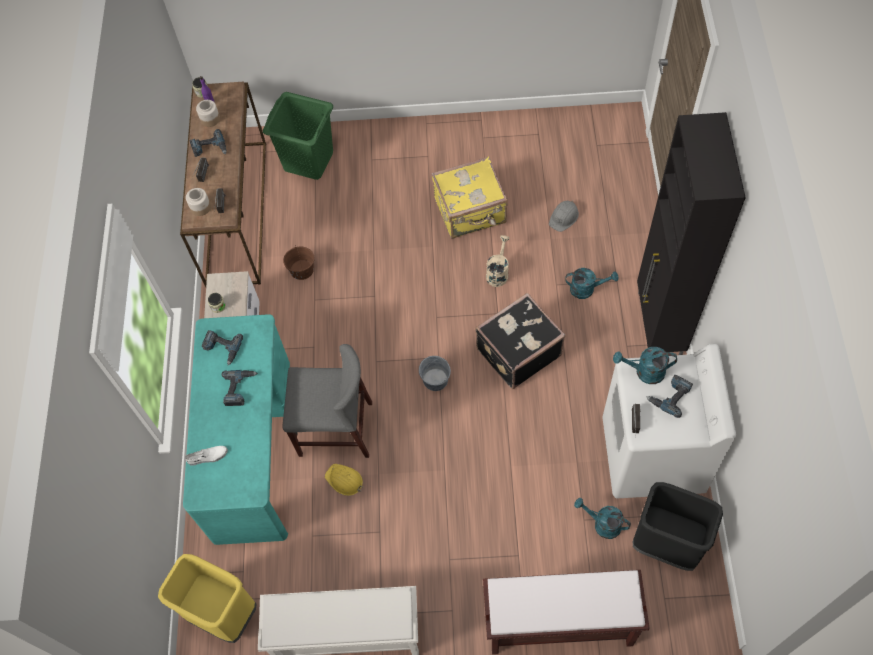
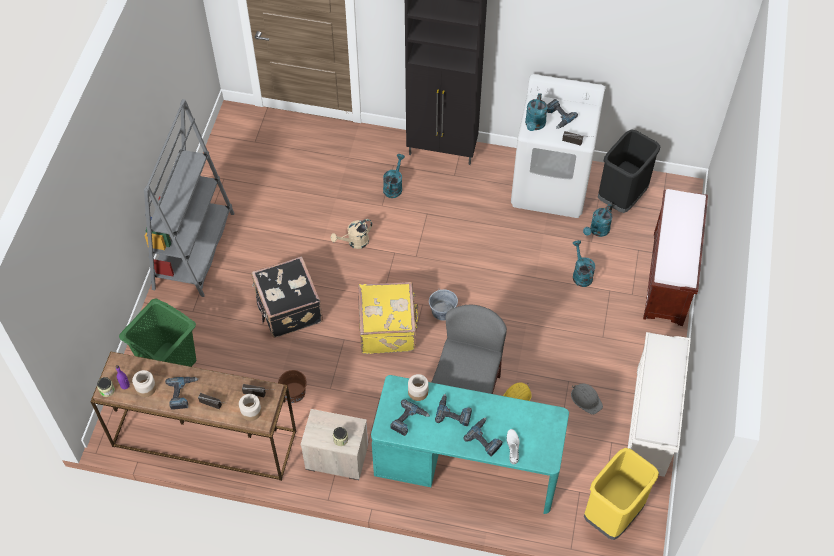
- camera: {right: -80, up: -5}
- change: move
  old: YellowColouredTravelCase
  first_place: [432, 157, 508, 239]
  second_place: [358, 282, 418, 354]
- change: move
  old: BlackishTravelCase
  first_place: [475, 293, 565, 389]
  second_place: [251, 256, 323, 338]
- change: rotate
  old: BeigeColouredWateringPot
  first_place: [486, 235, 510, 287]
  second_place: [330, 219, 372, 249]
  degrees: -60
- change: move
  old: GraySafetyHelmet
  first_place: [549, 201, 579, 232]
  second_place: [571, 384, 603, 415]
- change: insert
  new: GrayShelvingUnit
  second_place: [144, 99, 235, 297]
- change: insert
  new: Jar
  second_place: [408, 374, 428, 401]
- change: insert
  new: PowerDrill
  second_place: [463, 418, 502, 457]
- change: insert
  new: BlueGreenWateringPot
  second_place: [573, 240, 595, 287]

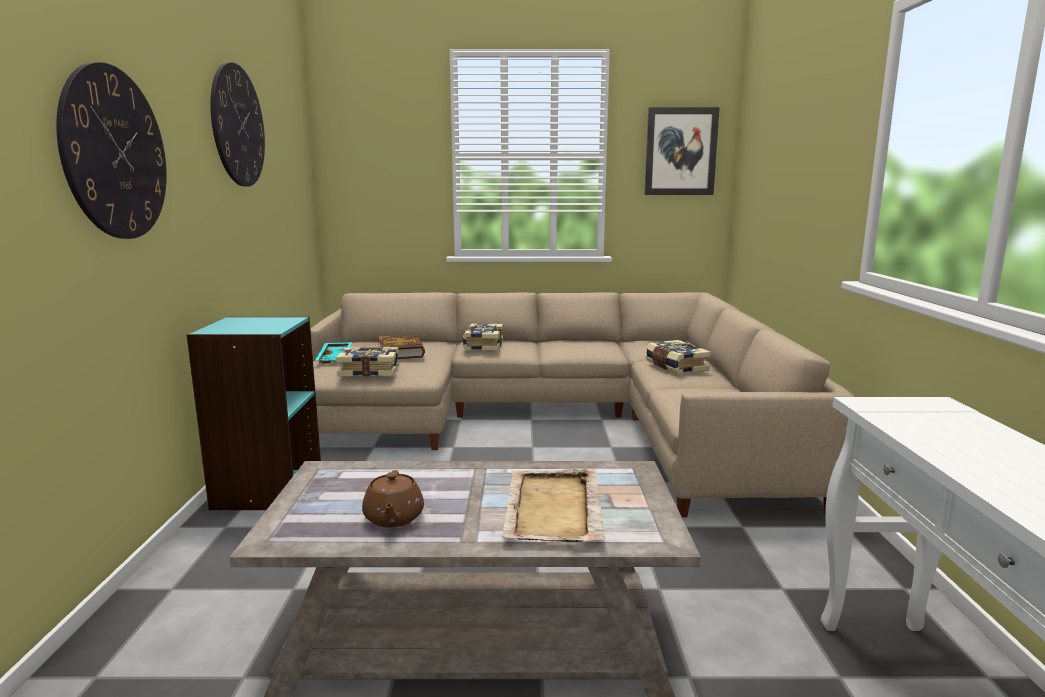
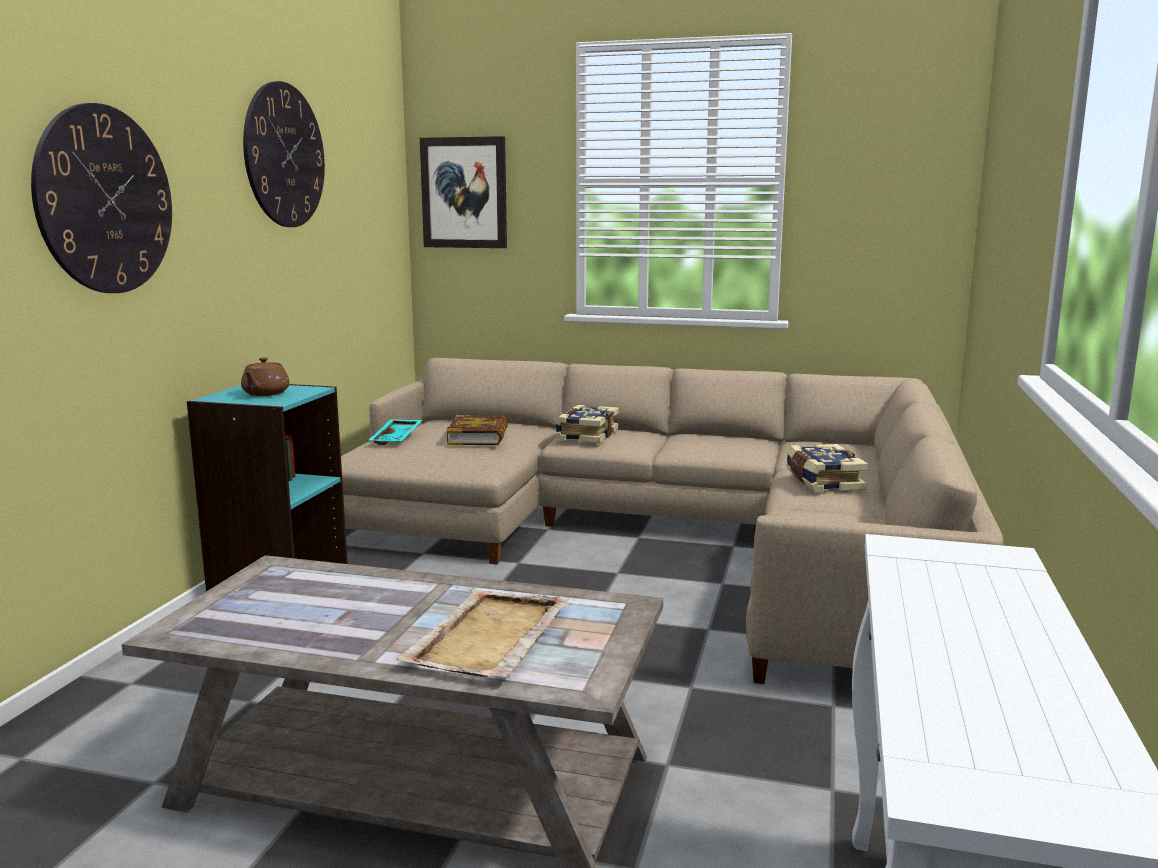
- camera: {right: 15, up: 0}
- change: delete
  old: Volume
  first_place: [336, 347, 399, 377]
- change: move
  old: BrownishTeaPot
  first_place: [362, 470, 424, 527]
  second_place: [241, 357, 290, 396]
- change: move
  old: WallPicture
  first_place: [644, 107, 720, 195]
  second_place: [420, 136, 507, 248]

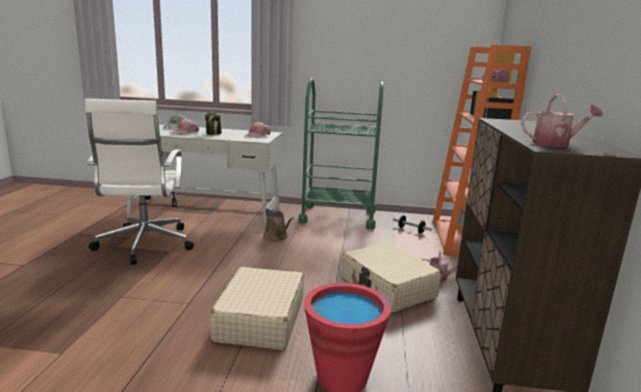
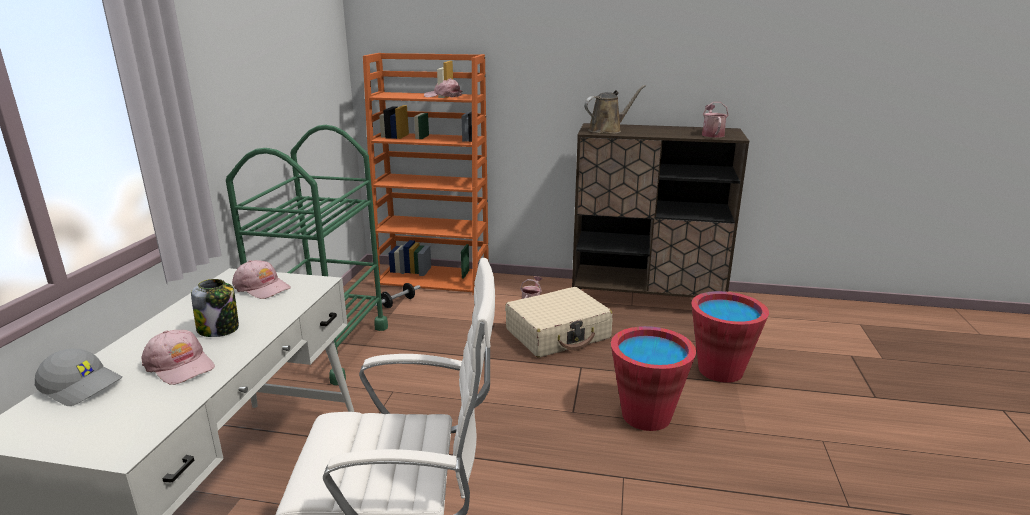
- camera: {right: -85, up: 5}
- change: replace
  old: BeigeColouredTravelCase
  new: RedBucket
  first_place: [210, 267, 304, 350]
  second_place: [611, 326, 696, 431]
- change: move
  old: BrownishWateringPot
  first_place: [263, 208, 294, 241]
  second_place: [584, 85, 646, 134]

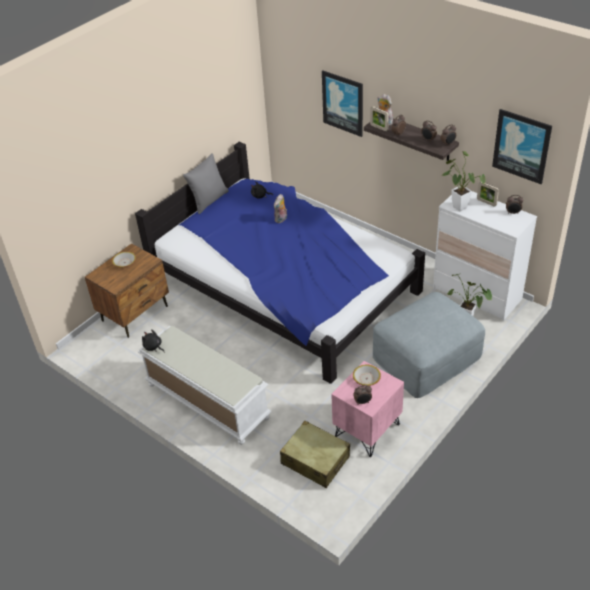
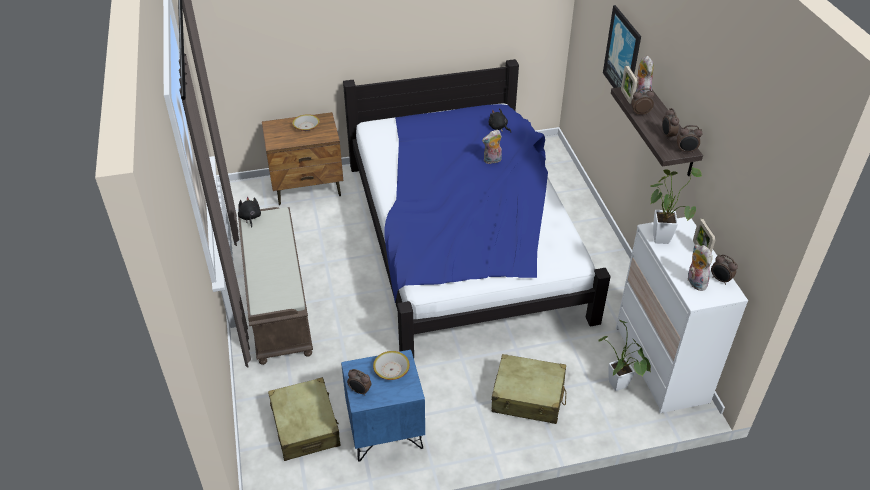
- camera: {right: 35, up: 0}
- change: recolor
  old: WhitishLongSeat
  new: BrownishLongSeat
  first_place: [138, 326, 272, 445]
  second_place: [238, 207, 313, 365]
- change: delete
  old: GrayThrowPillow
  first_place: [183, 153, 229, 214]
- change: recolor
  old: PinkColouredBedsideTable
  new: BlueColouredBedsideTable
  first_place: [331, 361, 404, 457]
  second_place: [341, 350, 425, 461]
- change: replace
  old: GrayFootrest
  new: BeigeColouredTravelCase
  first_place: [373, 292, 485, 398]
  second_place: [492, 354, 566, 424]
- change: delete
  old: WallPicture
  first_place: [492, 109, 552, 184]
- change: insert
  new: CuddlyToy
  second_place: [688, 244, 712, 291]

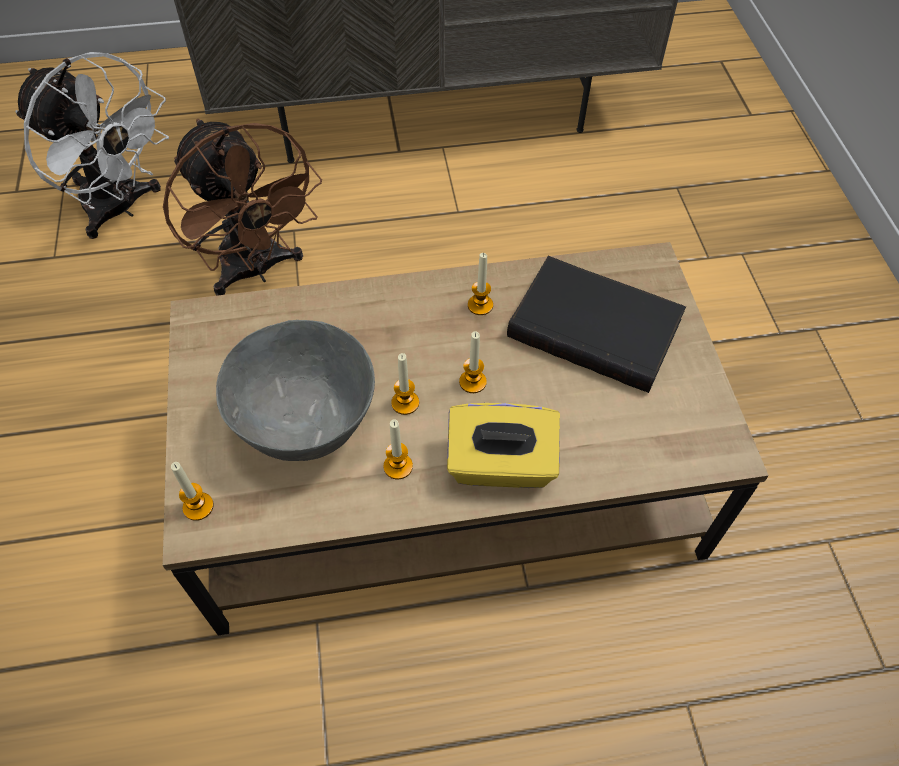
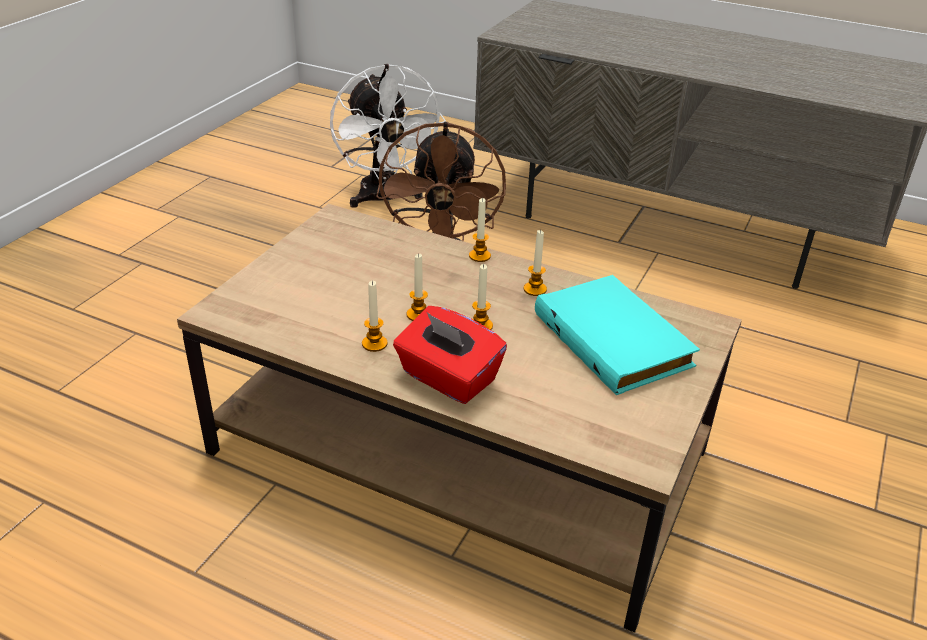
- camera: {right: 35, up: -20}
- change: move
  old: Candle
  first_place: [171, 462, 214, 521]
  second_place: [469, 198, 491, 262]
- change: delete
  old: GrayDeepDish
  first_place: [216, 320, 375, 461]
- change: recolor
  old: YellowColouredTissueHolder
  new: RedTissueHolder
  first_place: [447, 403, 560, 488]
  second_place: [393, 306, 507, 404]
- change: recolor
  old: BlackishVolume
  new: BlueGreenVolume
  first_place: [507, 256, 686, 393]
  second_place: [535, 275, 700, 395]

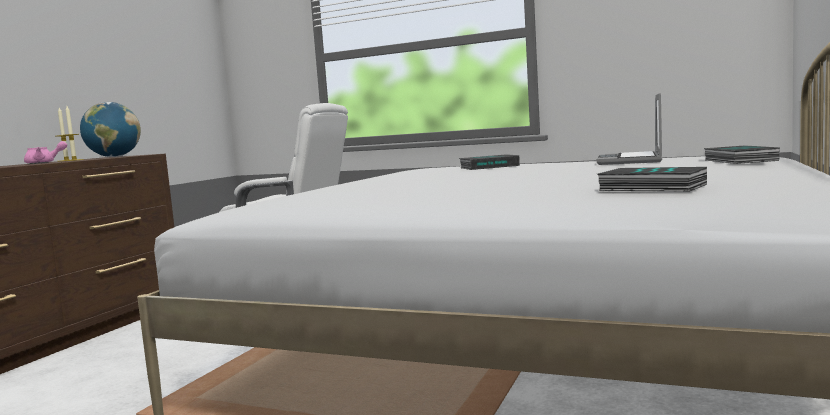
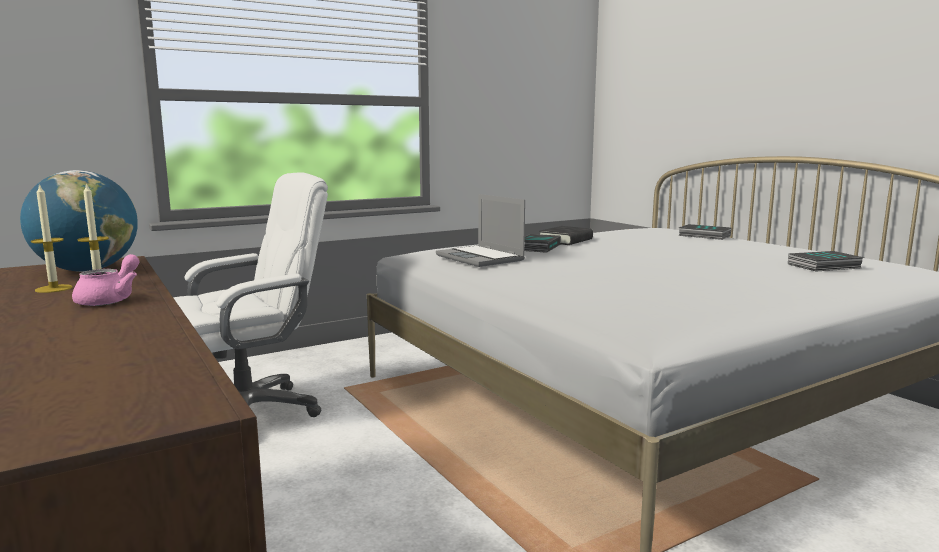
- camera: {right: -55, up: 5}
- change: move
  old: NotebookComputer
  first_place: [596, 93, 662, 165]
  second_place: [436, 194, 525, 267]
- change: insert
  new: BlackishVolume
  second_place: [539, 226, 593, 245]

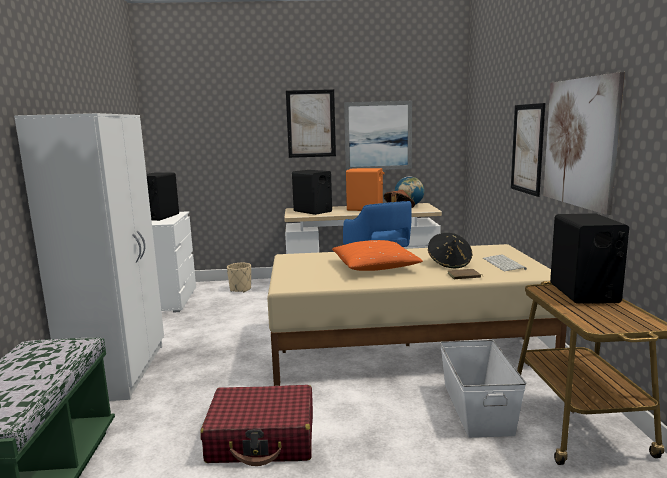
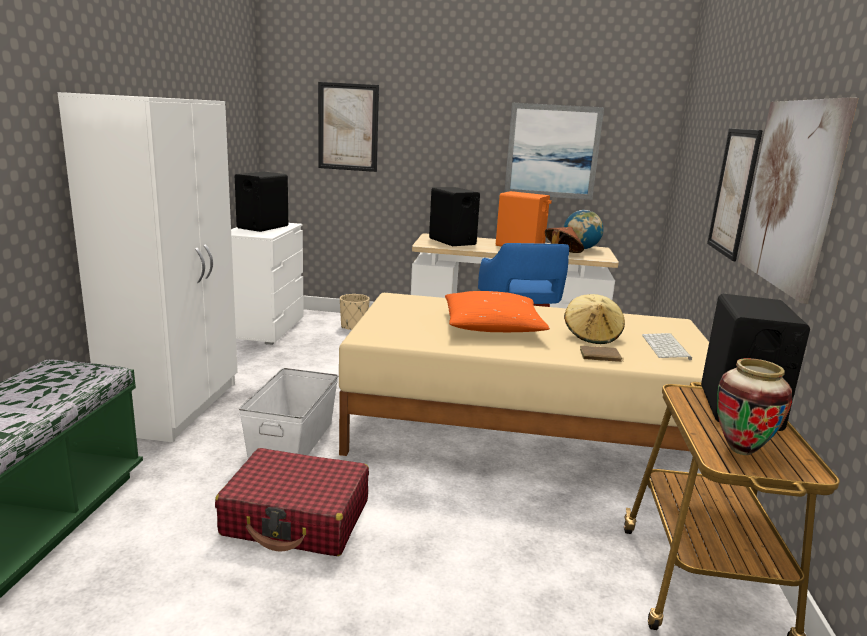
- camera: {right: 10, up: 5}
- change: move
  old: WallPicture
  first_place: [286, 89, 336, 158]
  second_place: [318, 82, 379, 172]
- change: recolor
  old: BlackishHat
  new: BeigeColouredHat
  first_place: [428, 233, 472, 268]
  second_place: [564, 294, 625, 344]
- change: move
  old: WhitishStorageBin
  first_place: [440, 340, 526, 438]
  second_place: [239, 368, 338, 459]
- change: insert
  new: FlowerVase
  second_place: [717, 358, 792, 455]

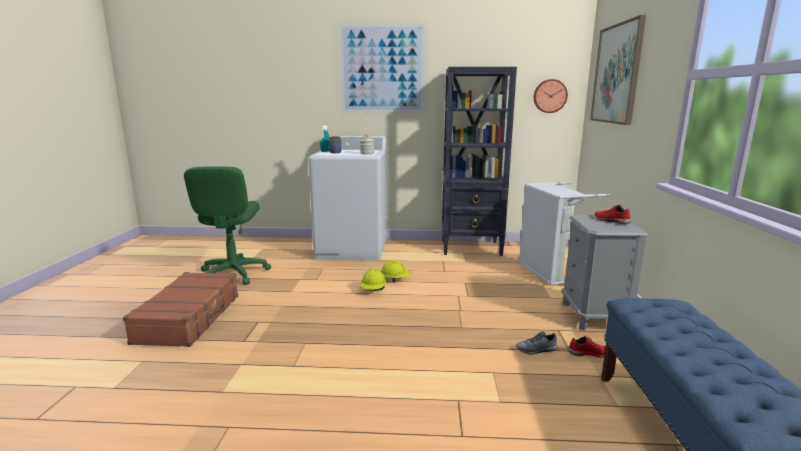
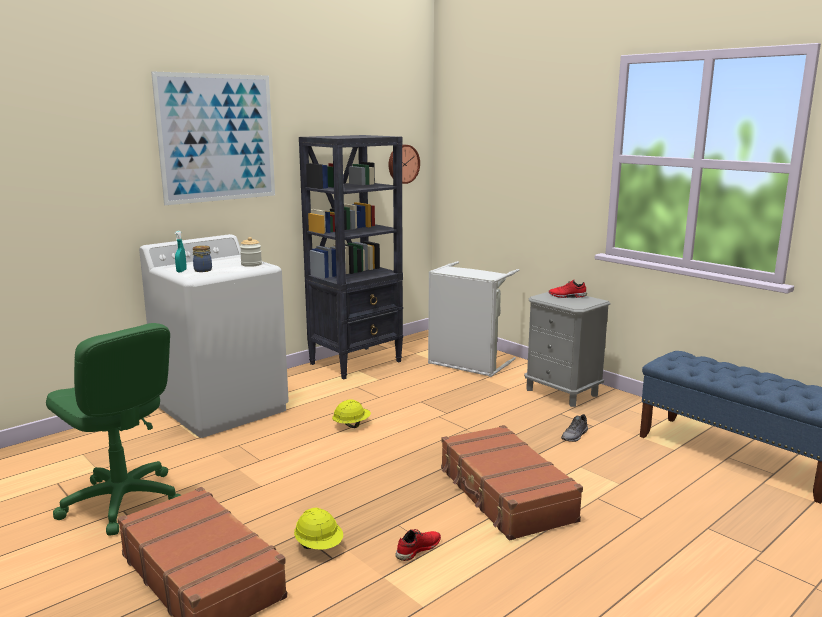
- camera: {right: -45, up: 0}
- change: move
  old: YellowColouredSafetyHelmet
  first_place: [360, 269, 387, 291]
  second_place: [294, 508, 343, 550]
- change: move
  old: RedLowShoe
  first_place: [568, 335, 606, 358]
  second_place: [395, 529, 441, 561]
- change: delete
  old: WallPicture
  first_place: [590, 15, 646, 125]
- change: insert
  new: BrownishTravelCase
  second_place: [441, 425, 583, 541]

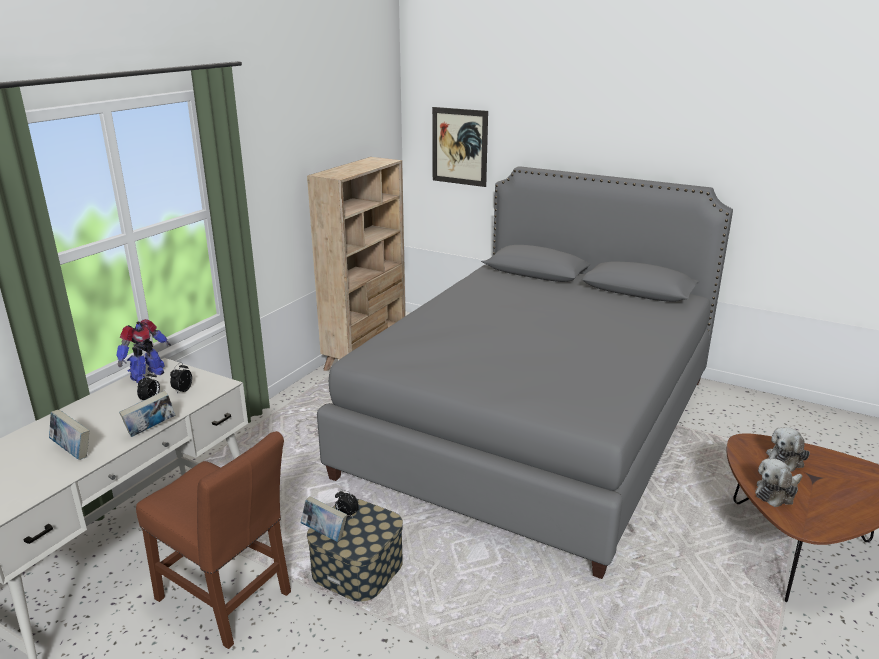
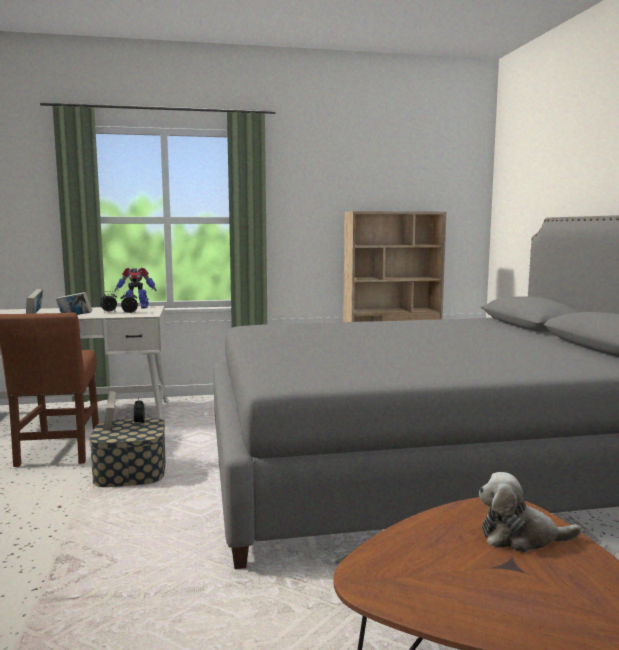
- camera: {right: 50, up: -15}
- change: delete
  old: WallPicture
  first_place: [432, 107, 488, 187]
- change: delete
  old: CuddlyToy
  first_place: [755, 458, 803, 507]

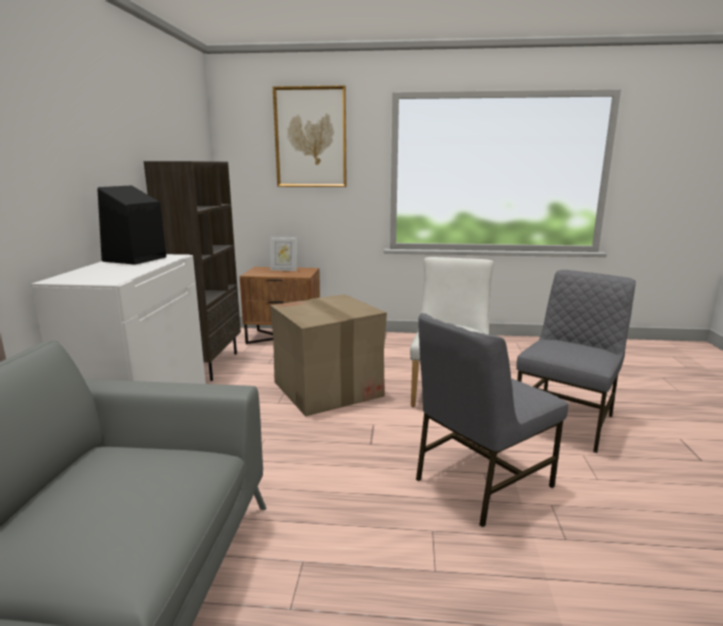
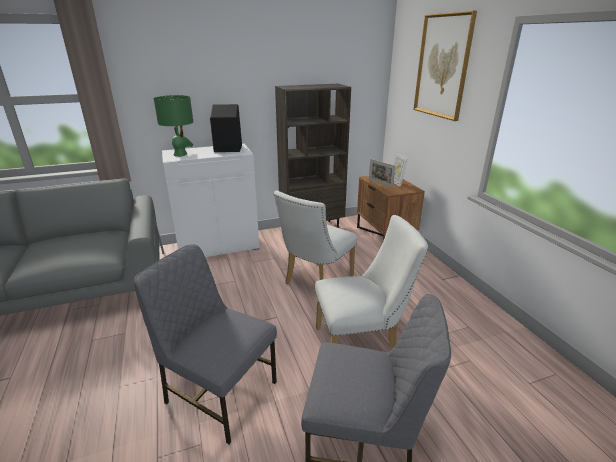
- camera: {right: 65, up: 10}
- change: replace
  old: CardboardBox
  new: WhitishChair
  first_place: [270, 294, 387, 416]
  second_place: [274, 191, 358, 284]
- change: insert
  new: GreenishLampForATable
  second_place: [153, 95, 193, 157]
- change: insert
  new: PhotoFrame
  second_place: [369, 159, 396, 188]

